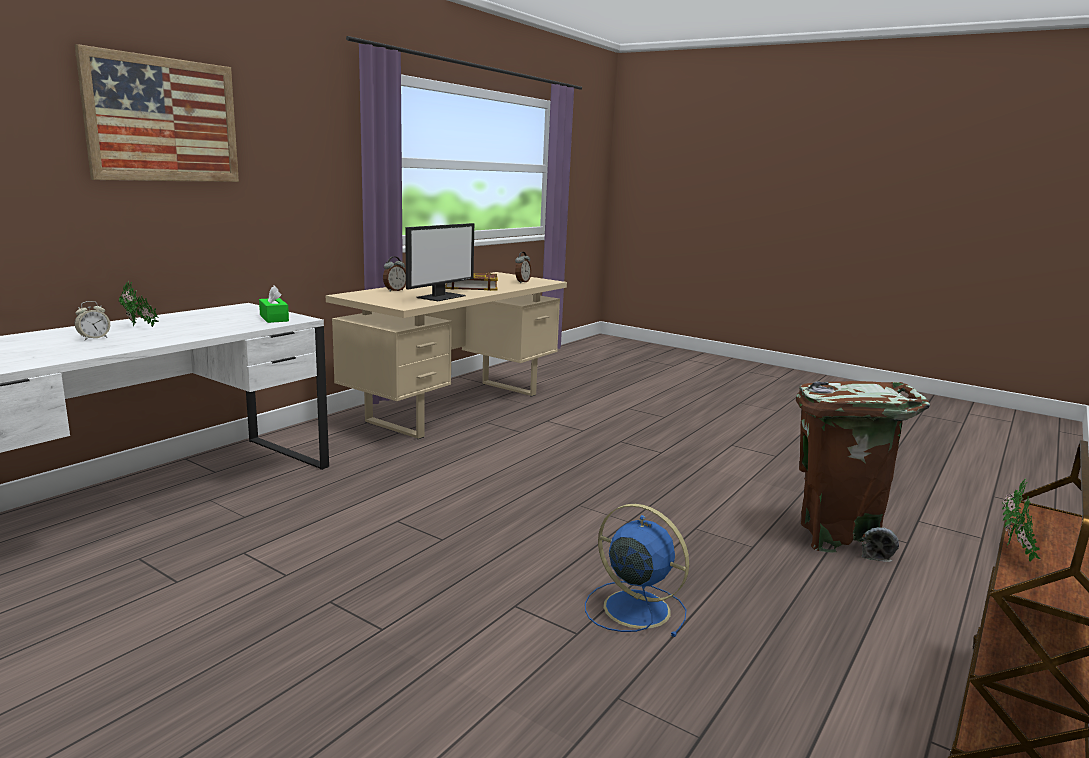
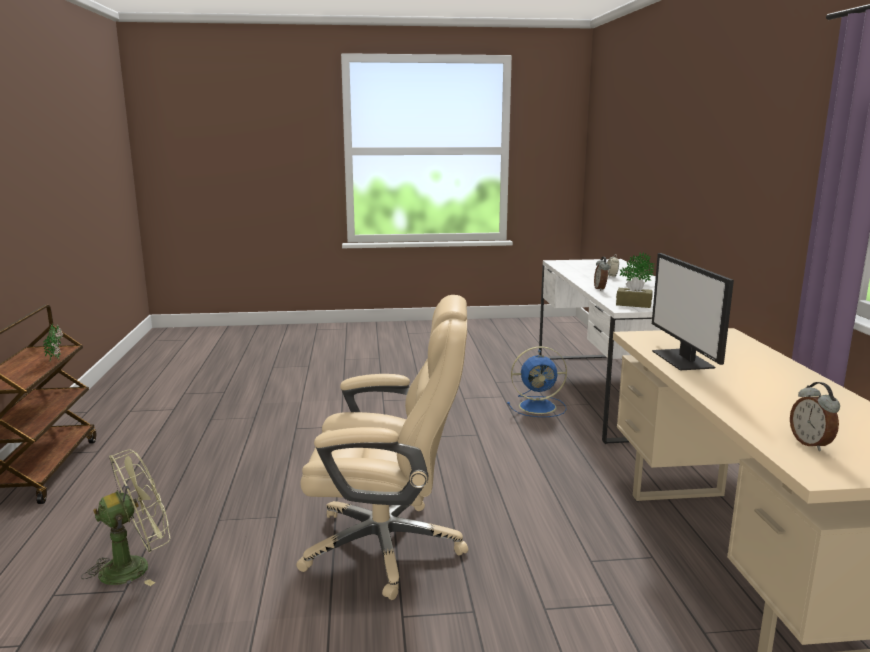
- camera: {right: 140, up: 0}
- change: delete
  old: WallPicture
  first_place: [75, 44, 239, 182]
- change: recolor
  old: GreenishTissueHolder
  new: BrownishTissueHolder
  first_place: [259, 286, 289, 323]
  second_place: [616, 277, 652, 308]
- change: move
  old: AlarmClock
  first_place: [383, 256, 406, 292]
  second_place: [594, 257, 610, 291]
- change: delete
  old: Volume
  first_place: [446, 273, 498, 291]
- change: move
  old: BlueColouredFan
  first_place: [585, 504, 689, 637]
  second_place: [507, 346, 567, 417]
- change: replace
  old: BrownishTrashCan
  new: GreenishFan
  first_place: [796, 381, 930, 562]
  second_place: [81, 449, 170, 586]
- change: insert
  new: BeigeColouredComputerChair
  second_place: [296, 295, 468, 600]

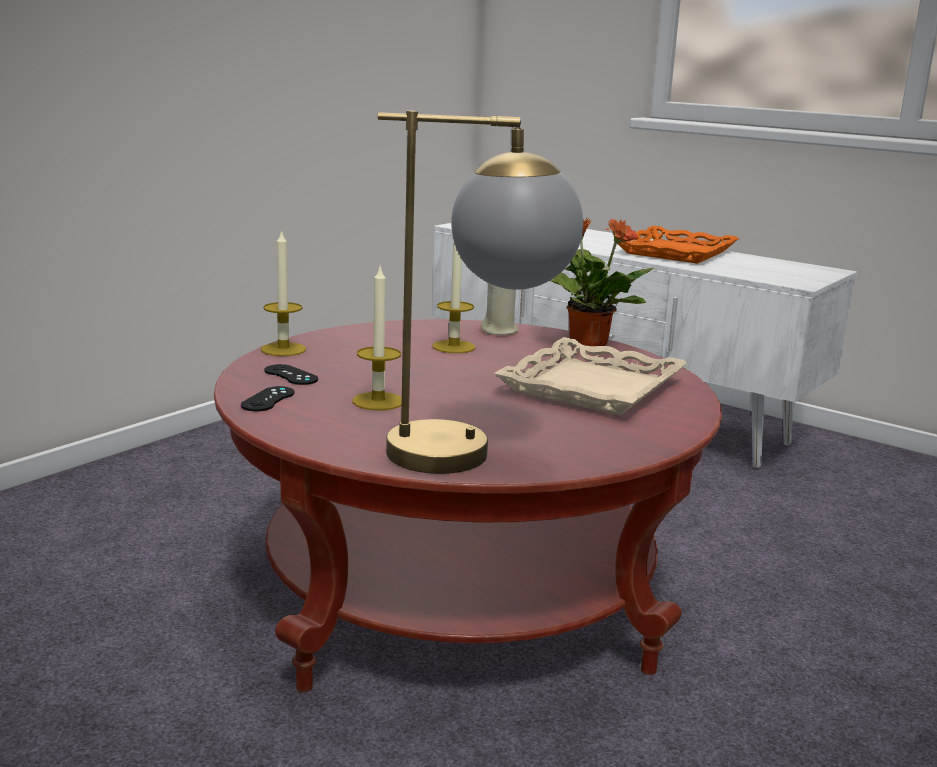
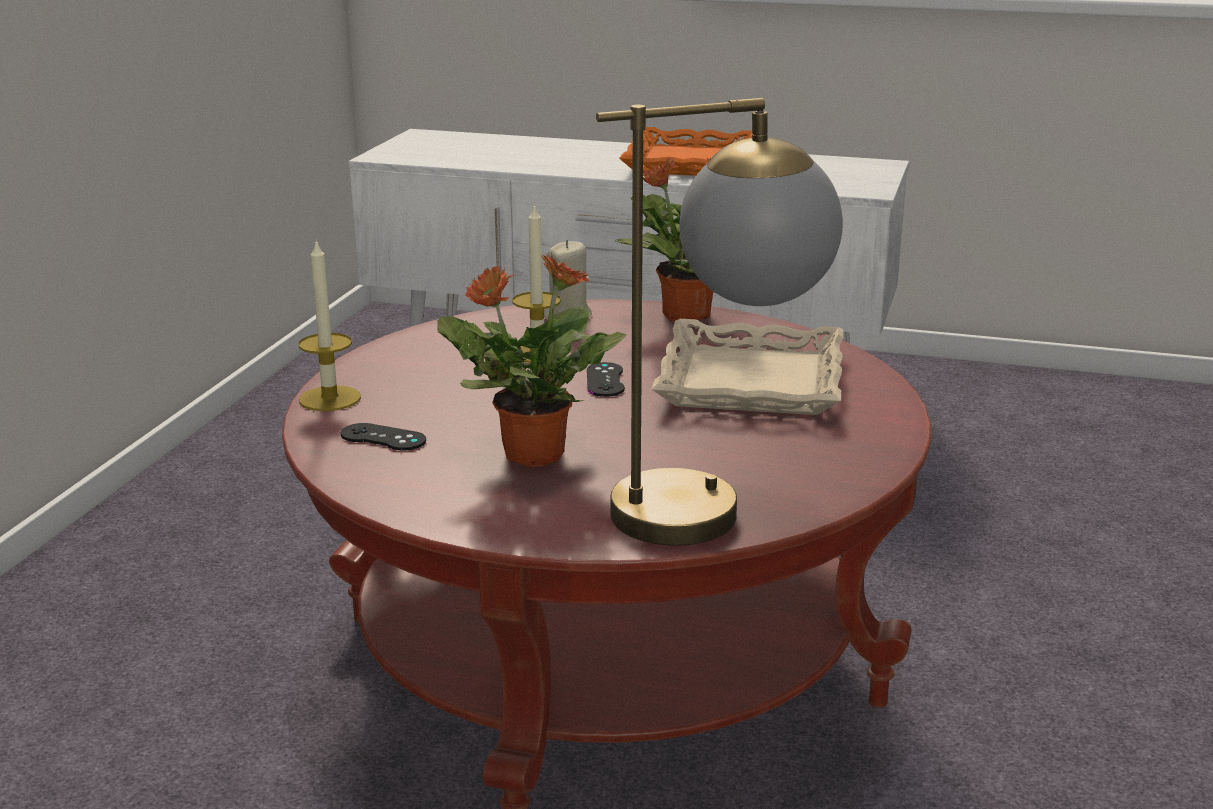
- camera: {right: -20, up: 5}
- change: move
  old: BlackishGameController
  first_place: [241, 386, 294, 411]
  second_place: [587, 362, 625, 397]
- change: replace
  old: Candle
  new: PlantInAPot
  first_place: [353, 264, 402, 410]
  second_place: [438, 254, 626, 467]

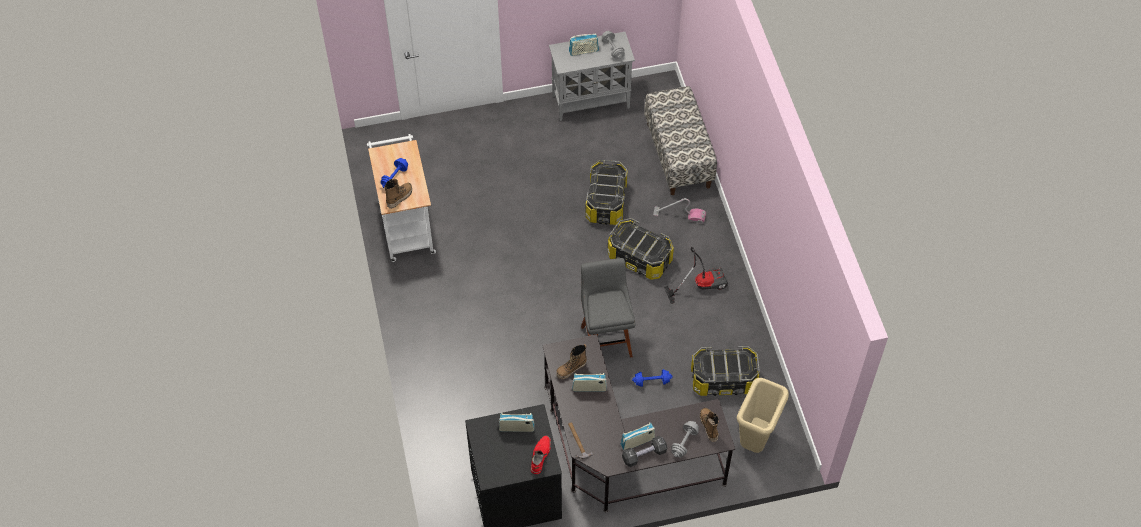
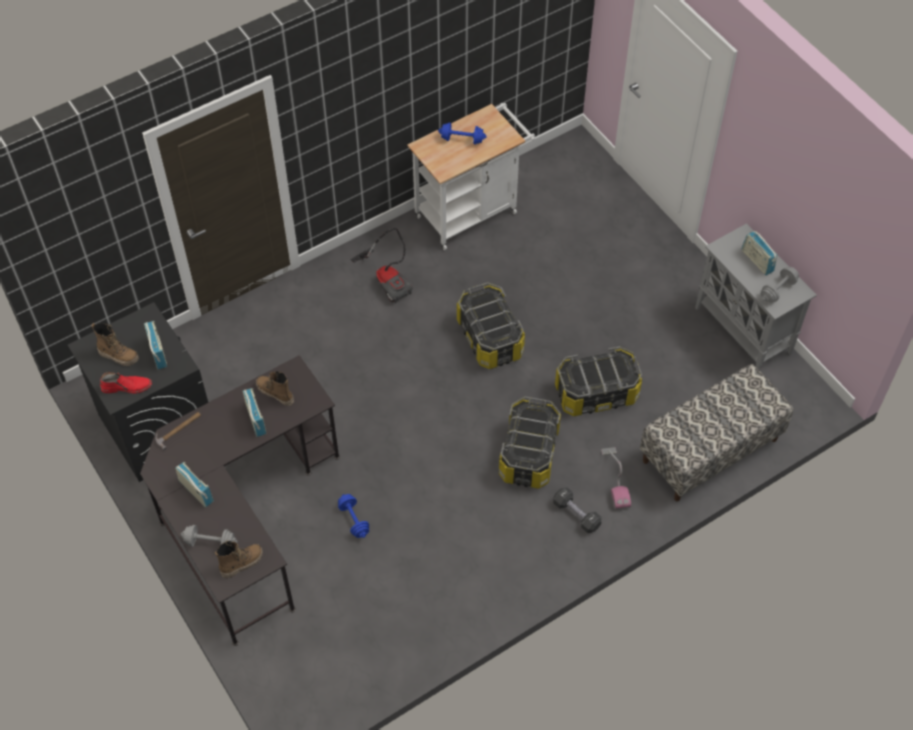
- camera: {right: 70, up: 0}
- change: move
  old: Boot
  first_place: [384, 179, 412, 209]
  second_place: [92, 323, 139, 366]
- change: delete
  old: GraySittingStool
  first_place: [581, 258, 636, 357]
- change: move
  old: BlackishDumbbell
  first_place: [622, 436, 667, 467]
  second_place: [553, 487, 602, 533]
- change: move
  old: Hoover
  first_place: [664, 247, 728, 304]
  second_place: [351, 228, 413, 303]
- change: move
  old: StorageBin
  first_place: [691, 346, 760, 396]
  second_place: [457, 282, 525, 369]
- change: delete
  old: BeigeColouredTrashCan
  first_place: [737, 378, 789, 453]

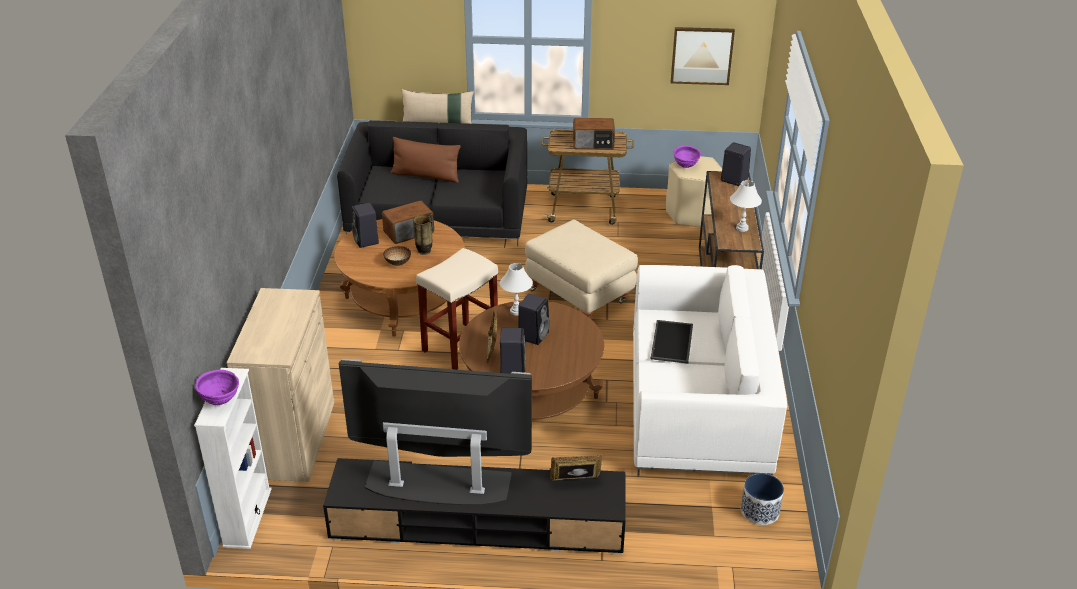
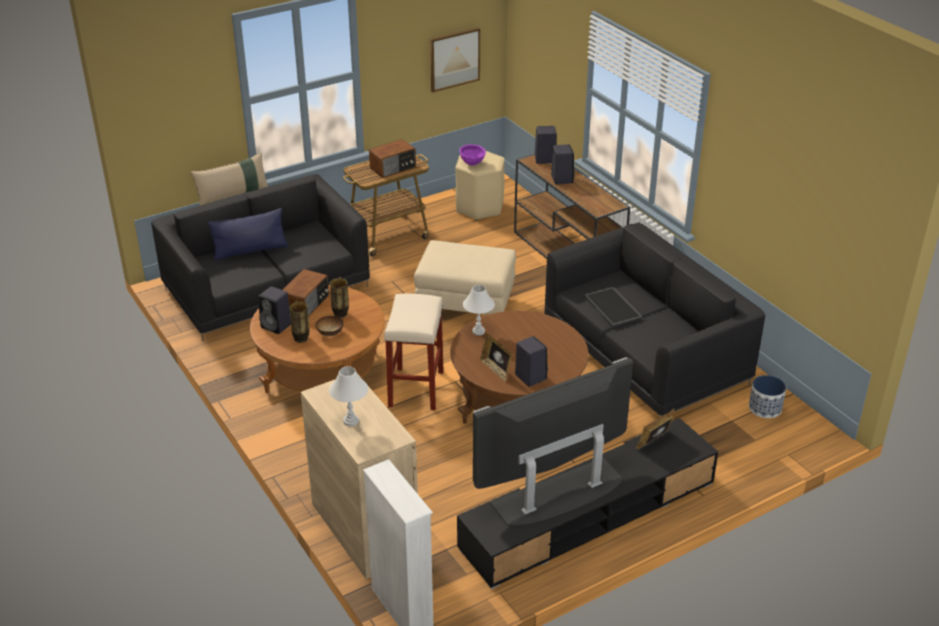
- camera: {right: -35, up: 0}
- change: delete
  old: PurpleColouredDeepDish
  first_place: [195, 370, 239, 405]
- change: recolor
  old: BrownishThrowPillow
  new: BlueColouredThrowPillow
  first_place: [391, 137, 461, 183]
  second_place: [208, 208, 288, 260]
- change: move
  old: BlackishSpeaker
  first_place: [518, 294, 550, 345]
  second_place: [551, 144, 575, 184]
- change: recolor
  old: WhitishSettee
  new: BlackishSettee
  first_place: [633, 265, 787, 477]
  second_place: [545, 222, 765, 417]
- change: move
  old: WhitishLampForATable
  first_place: [730, 180, 762, 232]
  second_place: [329, 366, 368, 426]
- change: insert
  new: FlowerVase
  second_place: [290, 301, 310, 343]

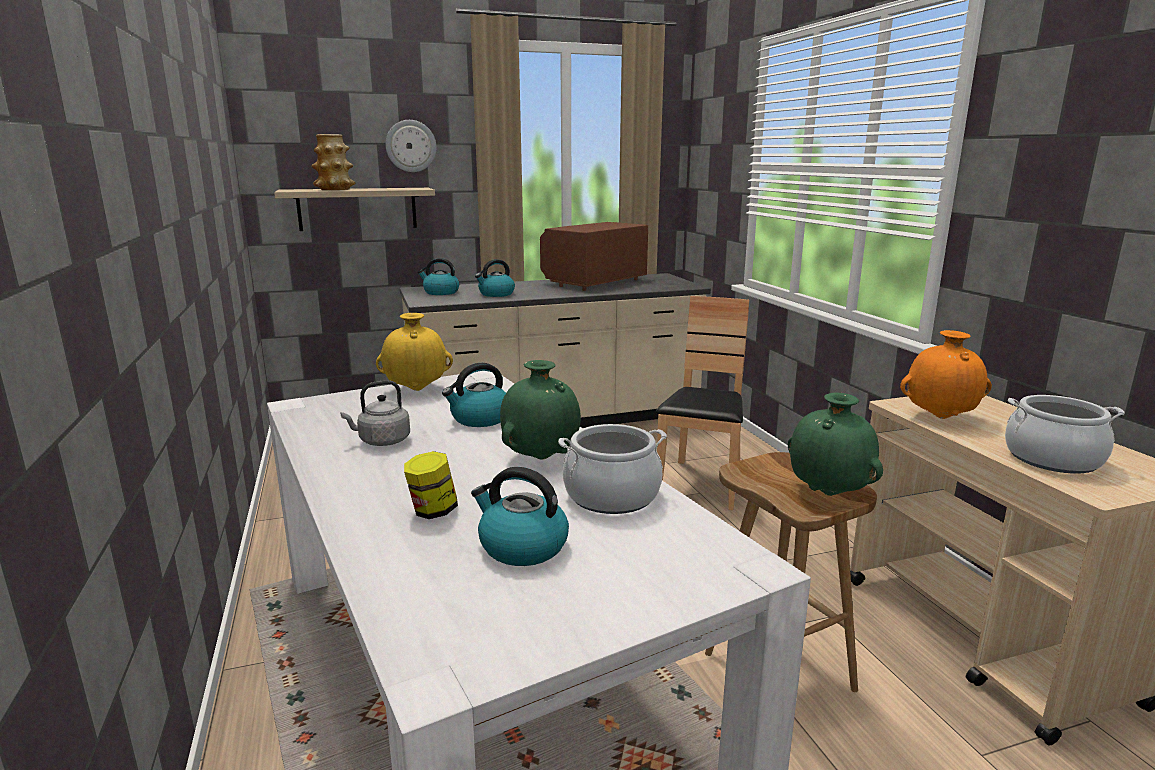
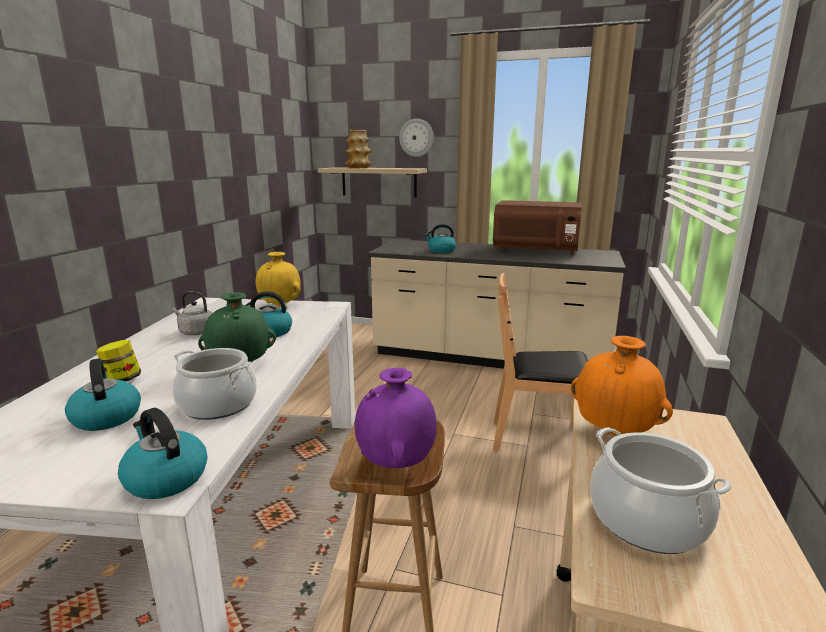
- camera: {right: 35, up: 0}
- change: move
  old: TeaKettle
  first_place: [418, 258, 459, 295]
  second_place: [118, 408, 207, 499]
- change: rotate
  old: BrownishMicrowaveOven
  first_place: [540, 222, 648, 291]
  second_place: [493, 200, 582, 254]
  degrees: -150
- change: rotate
  old: BrownishChair
  first_place: [656, 296, 749, 510]
  second_place: [493, 273, 588, 452]
  degrees: -135
- change: recolor
  old: GreenishFlowerVase
  new: PurpleColouredFlowerVase
  first_place: [788, 392, 883, 496]
  second_place: [355, 368, 437, 468]

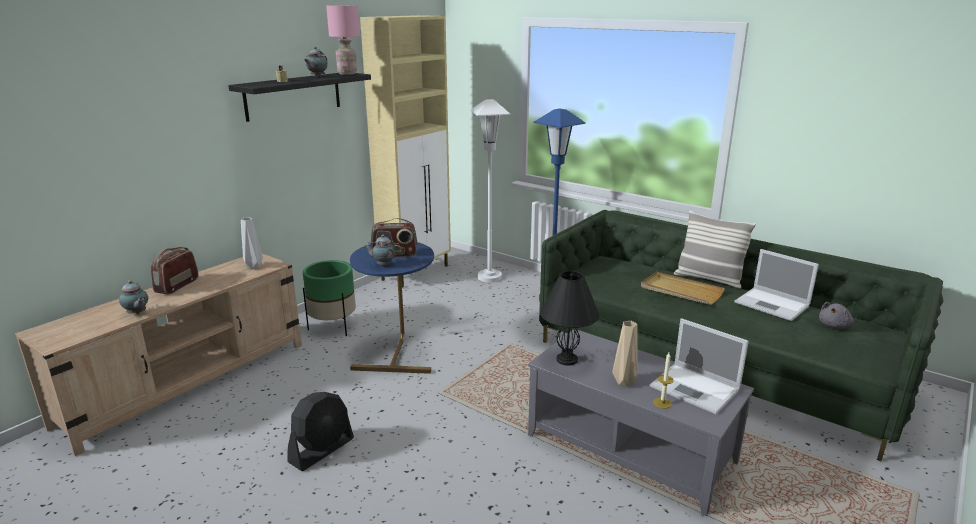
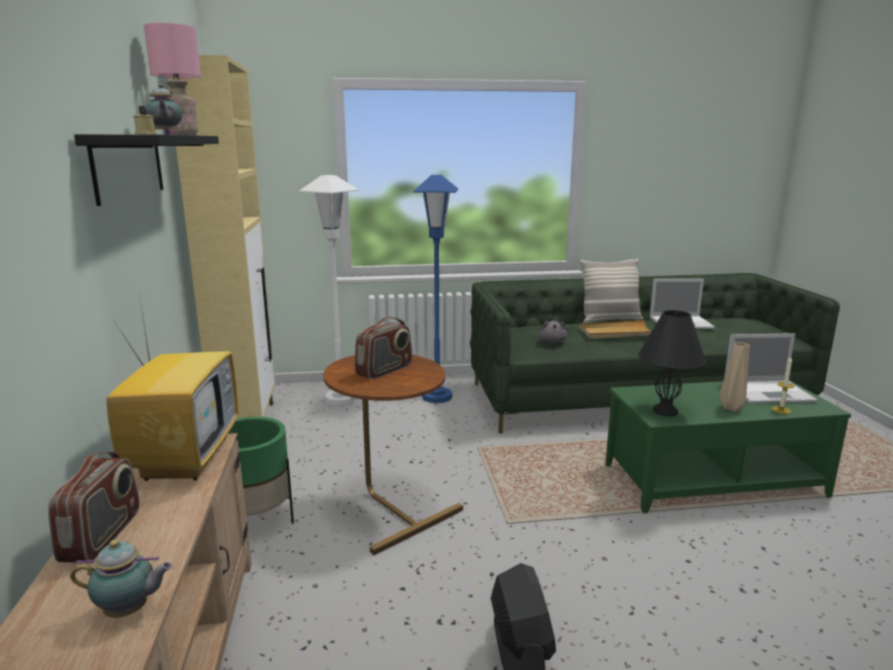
- camera: {right: -45, up: -5}
- change: rotate
  old: RadioSet
  first_place: [150, 247, 199, 294]
  second_place: [48, 451, 140, 562]
  degrees: -150
- change: replace
  old: GrayFlowerVase
  new: Tv
  first_place: [241, 217, 263, 269]
  second_place: [106, 293, 238, 481]
- change: recolor
  old: BlueColouredSideTable
  new: BrownishSideTable
  first_place: [350, 242, 434, 374]
  second_place: [323, 355, 463, 555]
- change: delete
  old: TeaPot
  first_place: [364, 235, 402, 265]
- change: recolor
  old: GrayCoffeeTable
  new: GreenishCoffeeTable
  first_place: [528, 329, 754, 517]
  second_place: [606, 380, 851, 513]
- change: move
  old: GrayCuddlyToy
  first_place: [819, 302, 854, 329]
  second_place: [539, 321, 567, 343]

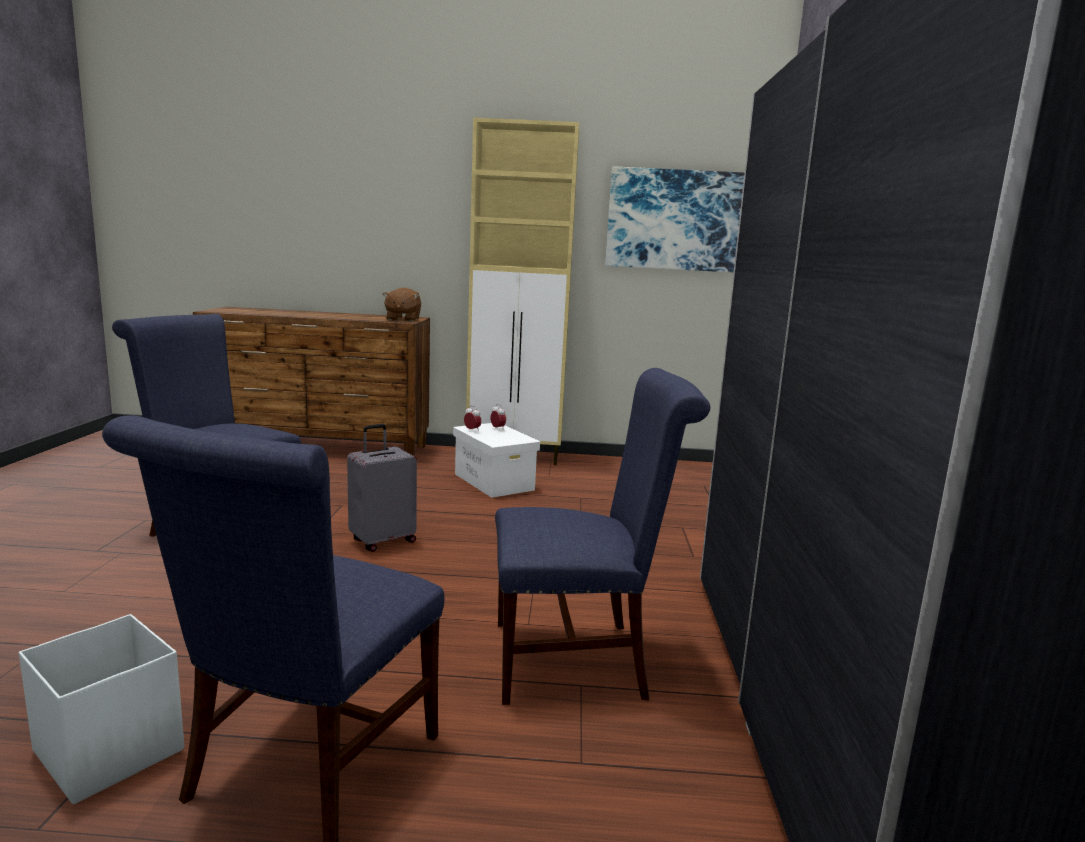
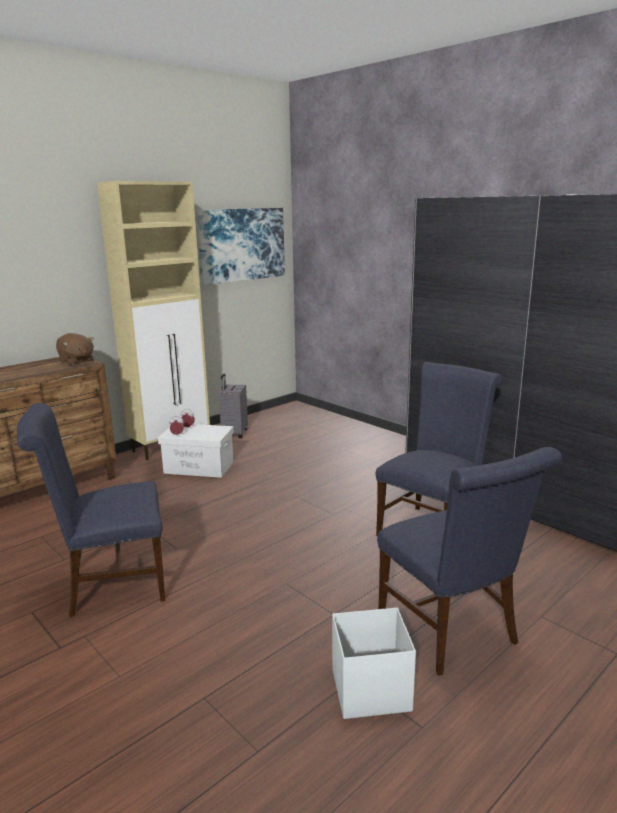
- camera: {right: -45, up: 5}
- change: move
  old: GrayTravelCase
  first_place: [347, 424, 417, 552]
  second_place: [219, 373, 248, 438]

